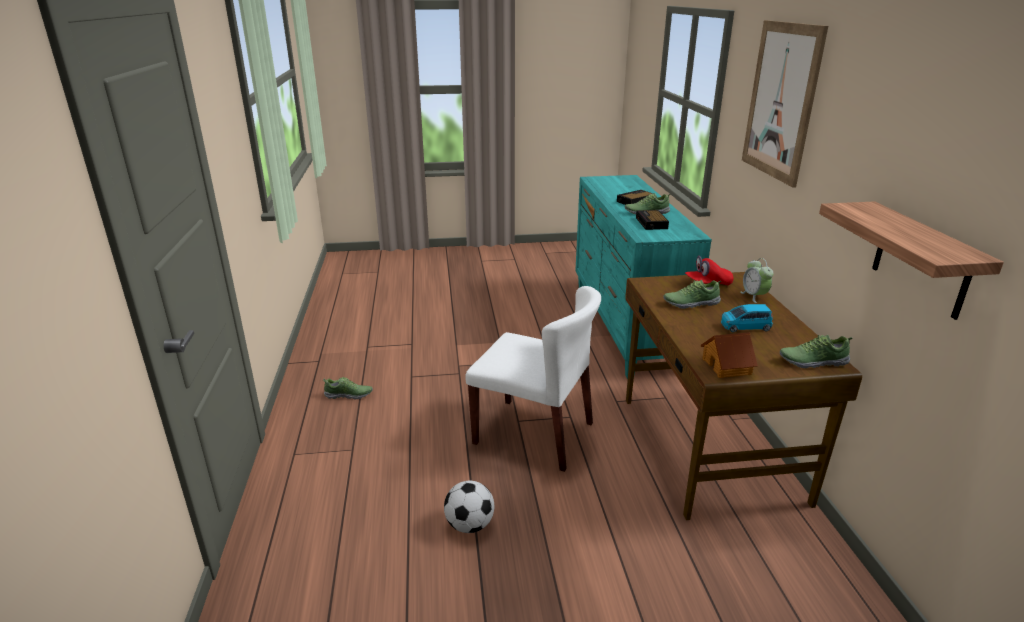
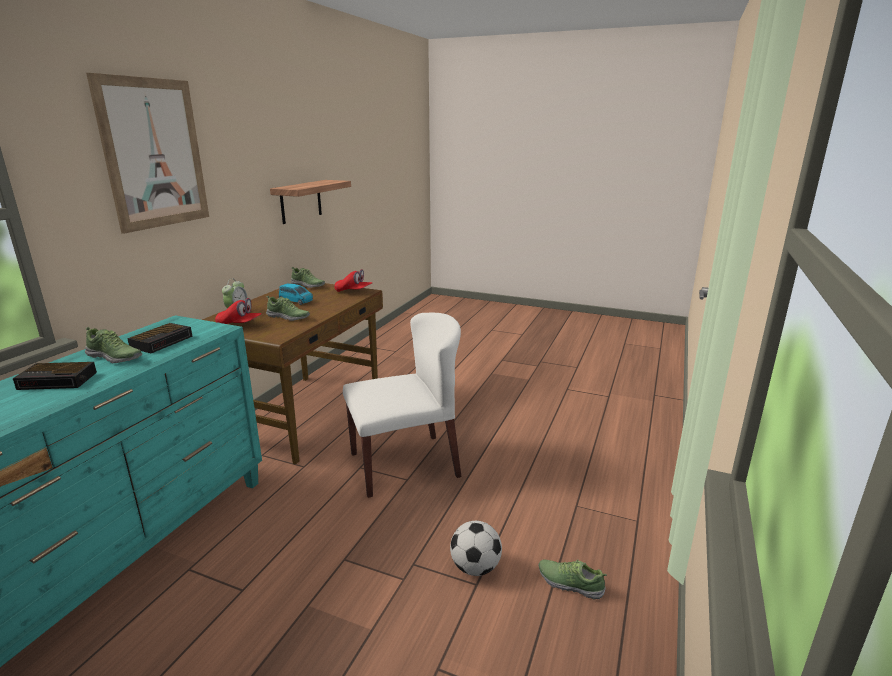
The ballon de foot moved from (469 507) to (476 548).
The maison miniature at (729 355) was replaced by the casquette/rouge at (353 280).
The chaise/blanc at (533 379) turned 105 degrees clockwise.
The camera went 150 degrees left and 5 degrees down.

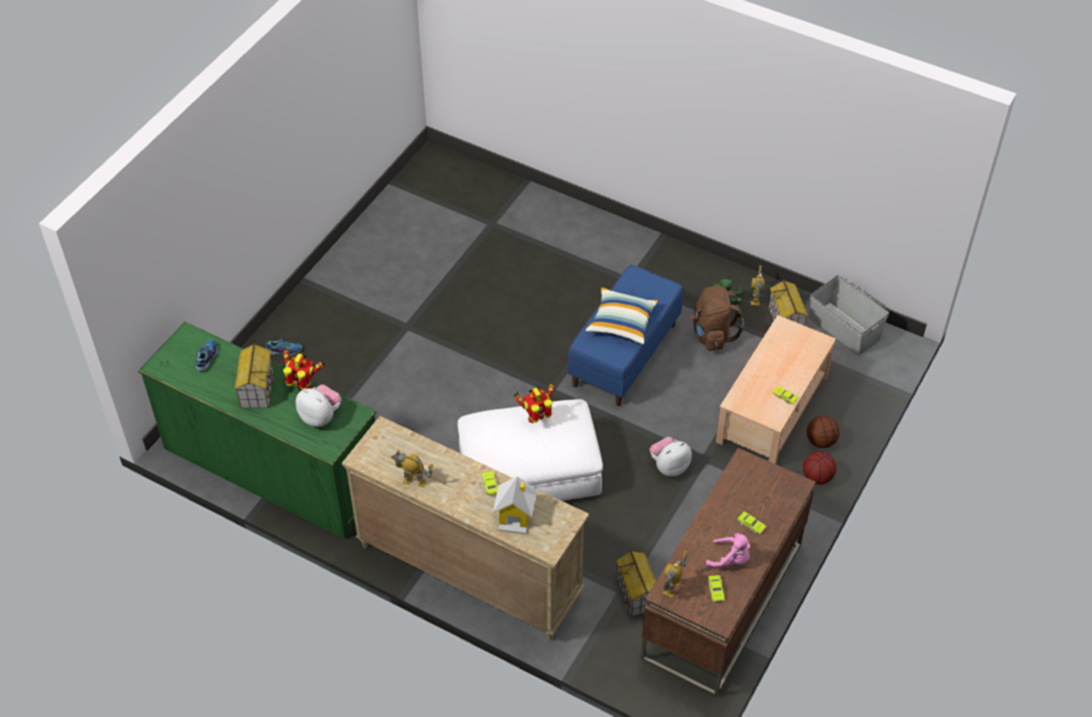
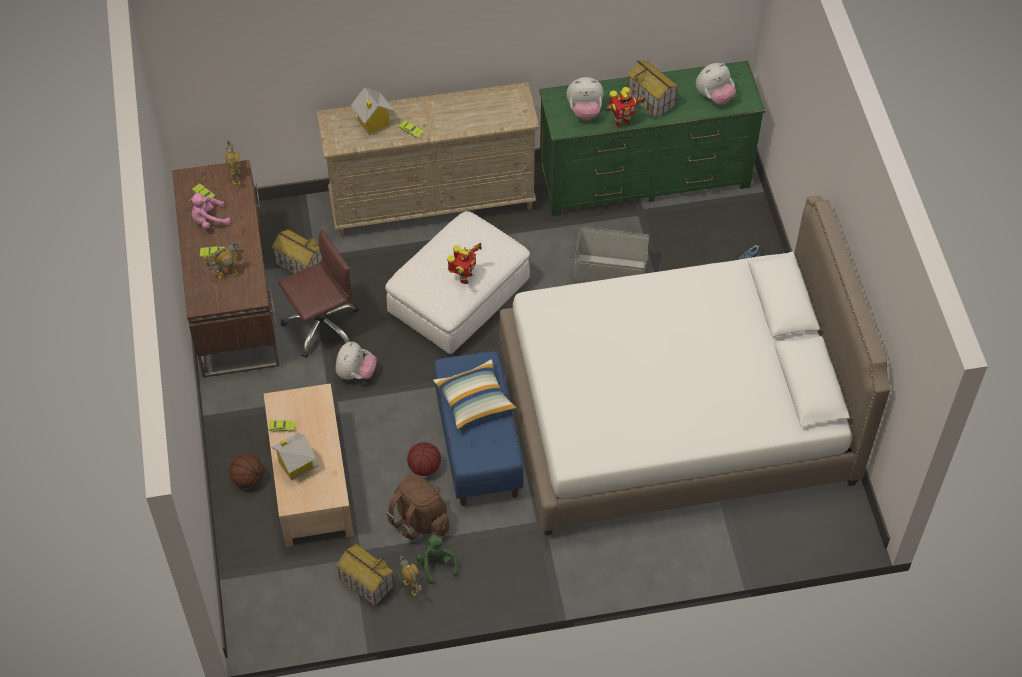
The maison miniature at (294 457) appeared.
The chaise de bureau/marron at (318 294) appeared.
The lit/blanc at (694 365) appeared.
The robot jouet moved from (412 468) to (224 260).
The ballon de basket moved from (819 468) to (424 459).
The boîte de rangement/gris moved from (849 315) to (612 254).
The chaussure at (207 355) was replaced by the peluche at (716 84).
The camera went 140 degrees right and 5 degrees up.

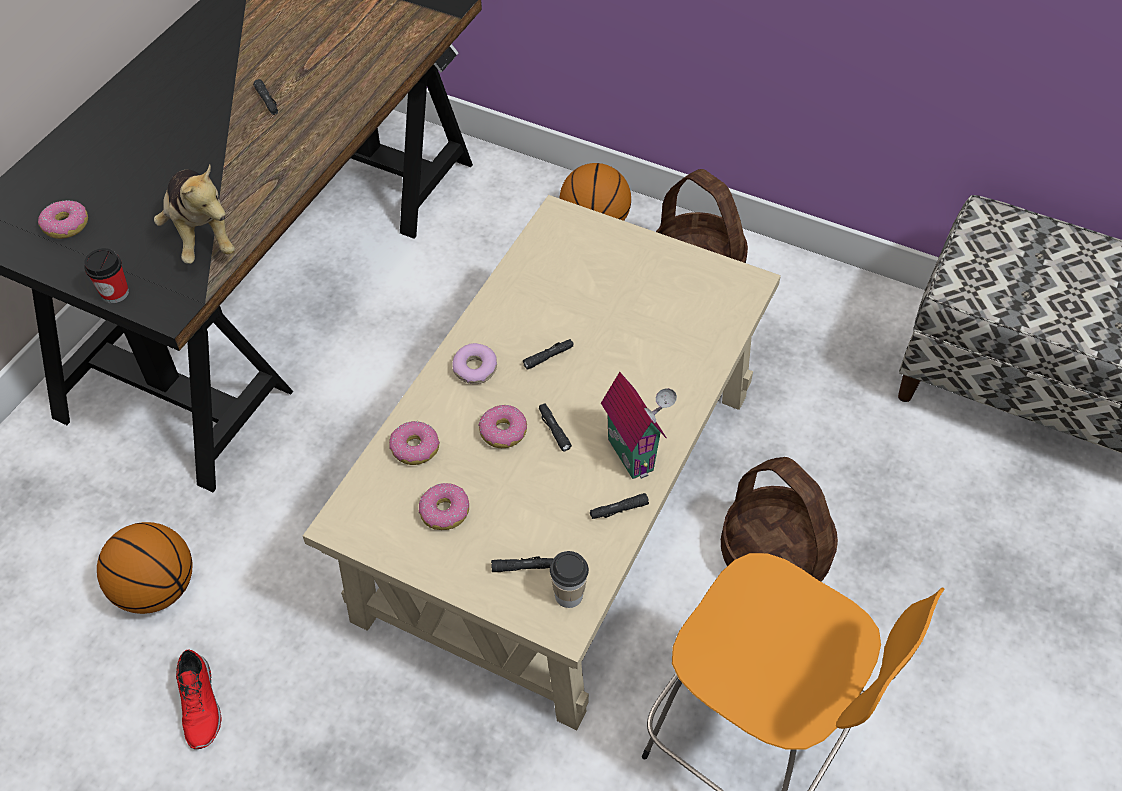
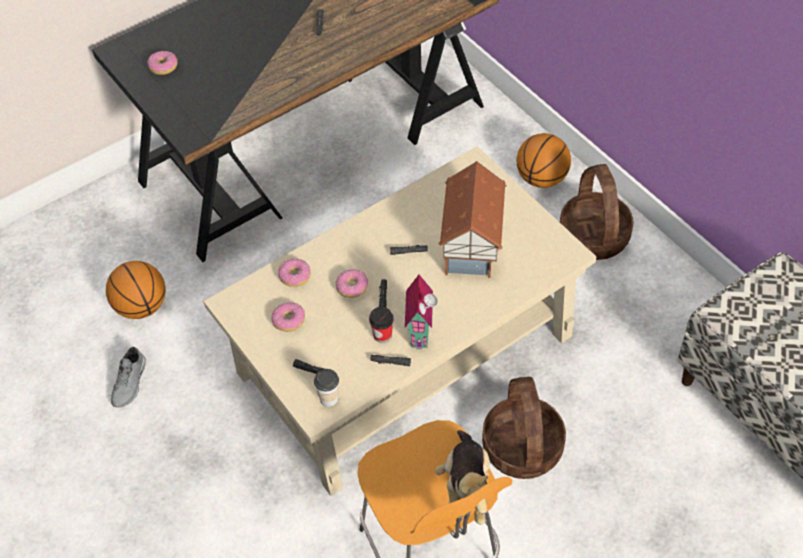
The beignet at (474 363) disappeared.
The maison miniature at (473 219) appeared.
The tasse moved from (106 276) to (381 325).
The peluche moved from (194 214) to (462 477).
The chaussure/rouge at (198 699) became the chaussure/gris at (128 377).
The camera went 30 degrees right and 0 degrees up.

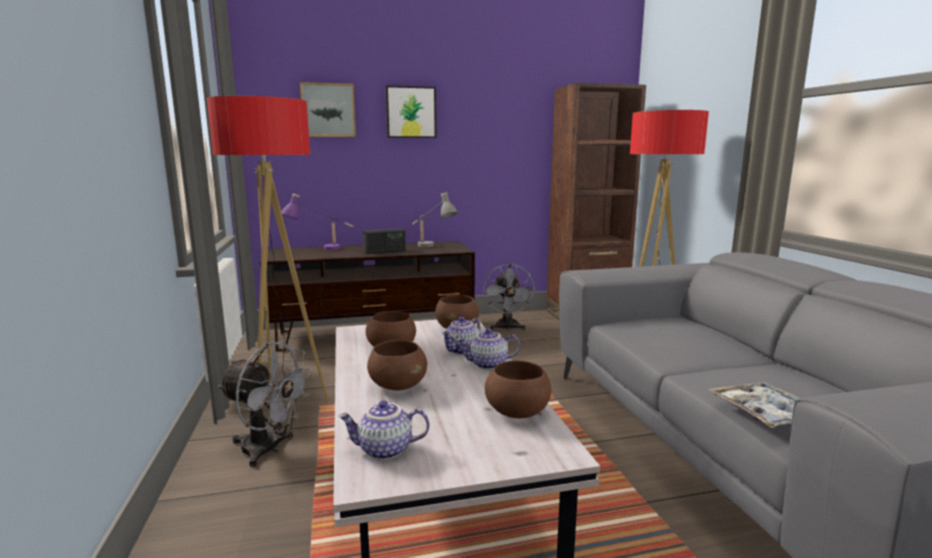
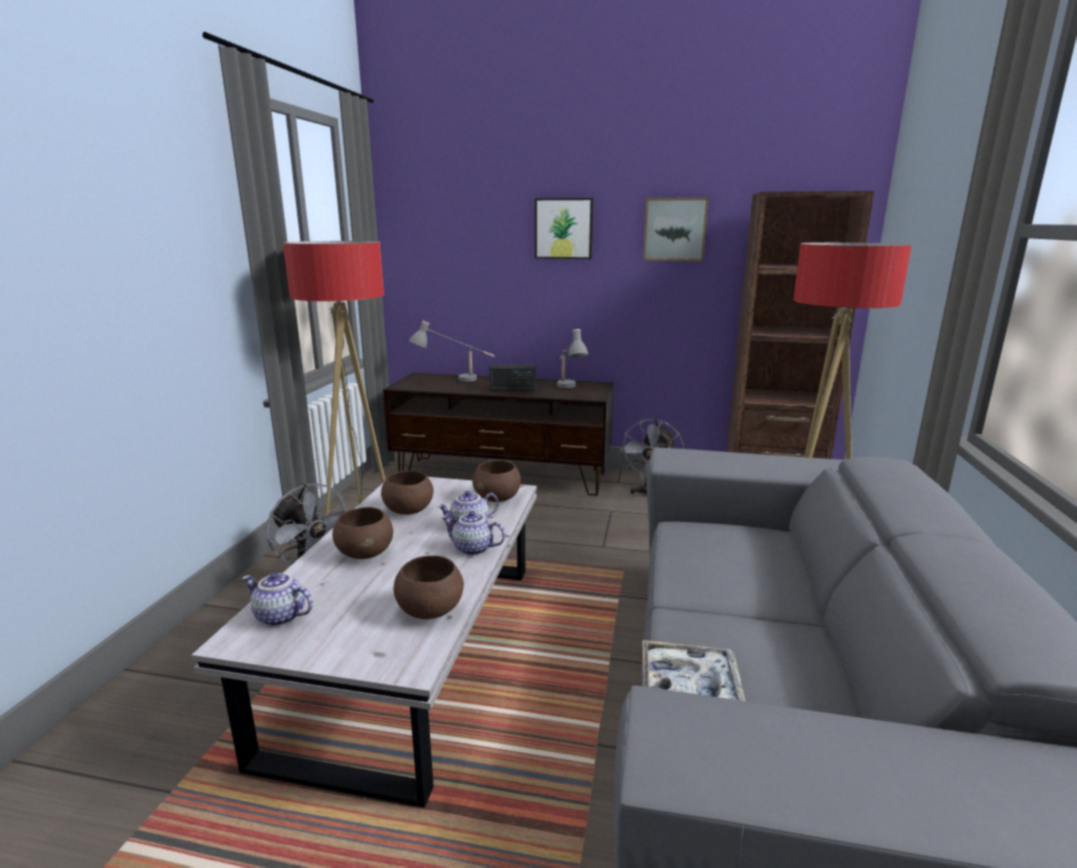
The tableau moved from (328 109) to (676 229).
The lampe de table/violet at (317 222) became the lampe de table/gris at (451 351).
The camera went 25 degrees right and 5 degrees up.

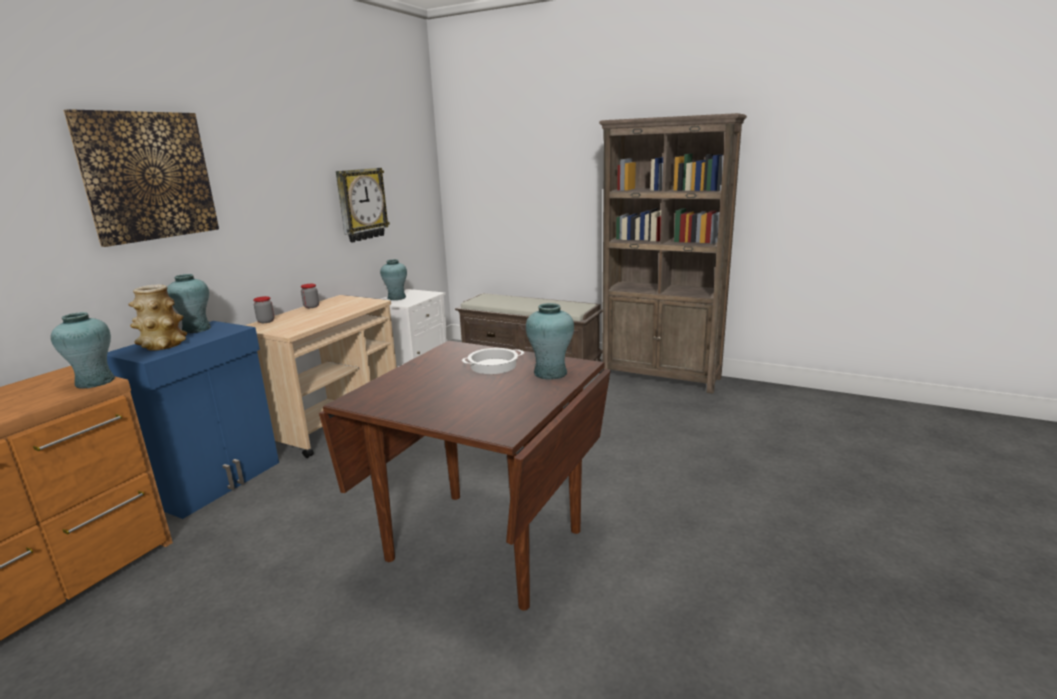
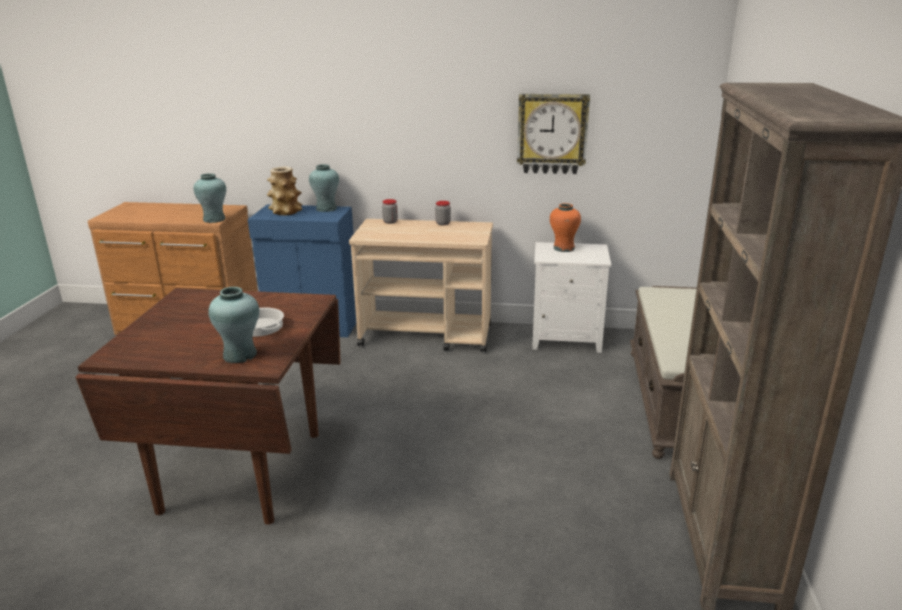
The tableau at (141 178) disappeared.
The vase/turquoise at (393 279) became the vase/orange at (565 227).
The camera went 70 degrees right and 5 degrees up.

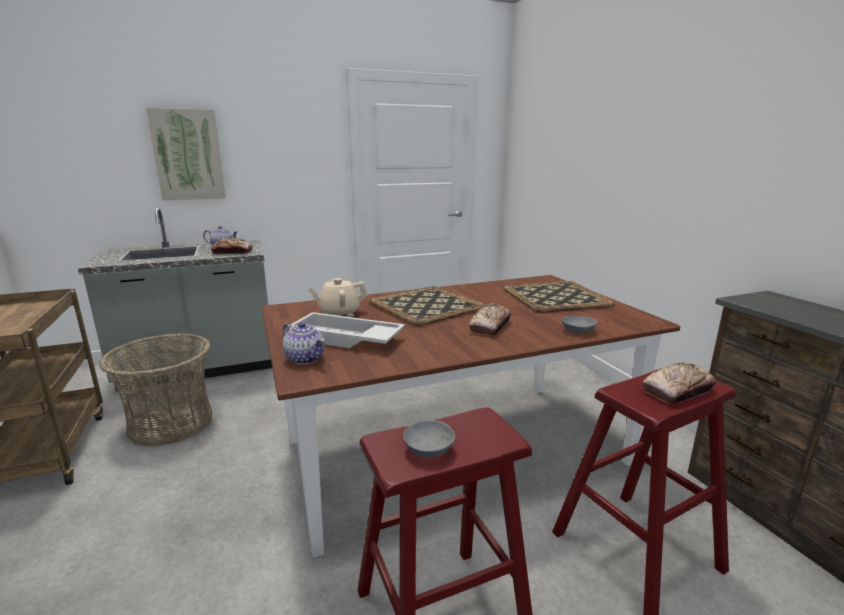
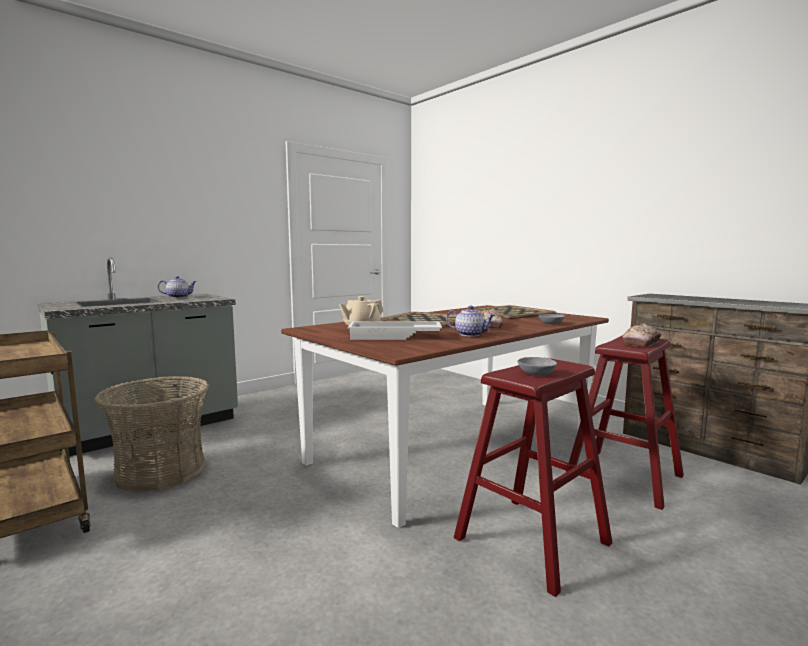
The tableau at (186 154) disappeared.
The pain at (232 246) disappeared.
The théière moved from (304 343) to (470 321).
The camera went 20 degrees left and 10 degrees down.

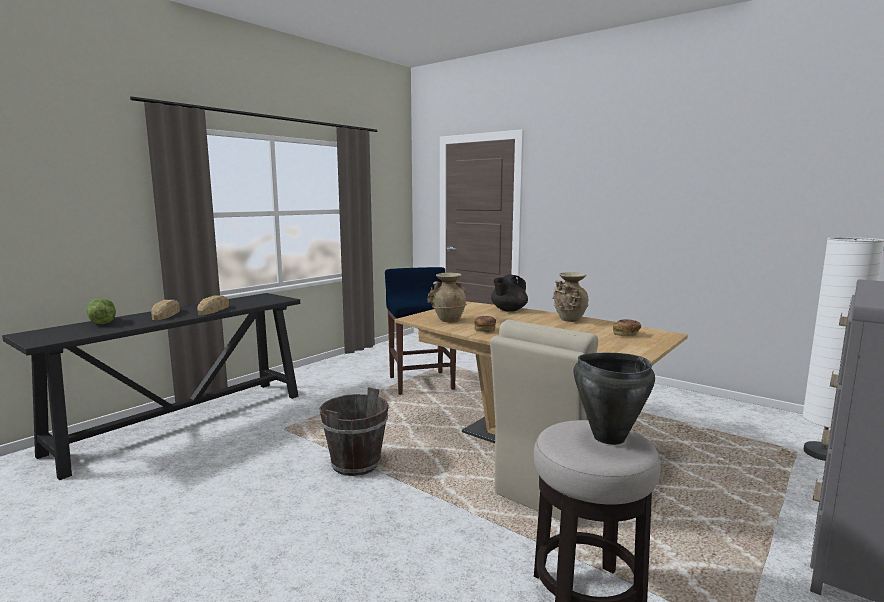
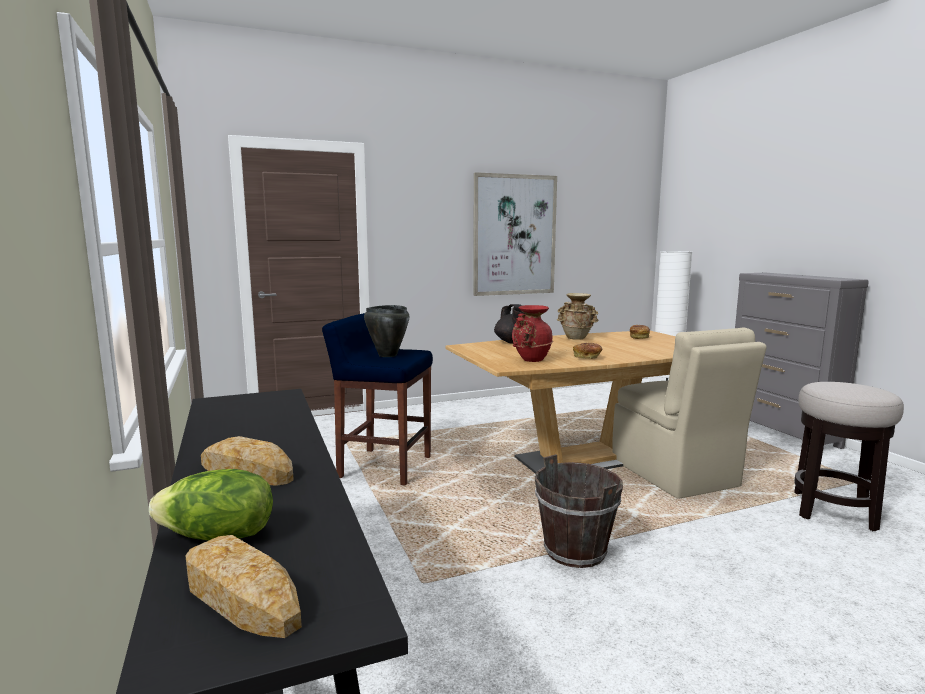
The tableau at (515 234) appeared.
The pain moved from (213 305) to (243 586).
The marmite/noir moved from (614 399) to (387 331).
The vase/beige at (447 297) became the vase/rouge at (532 333).
The camera went 60 degrees left and 0 degrees up.

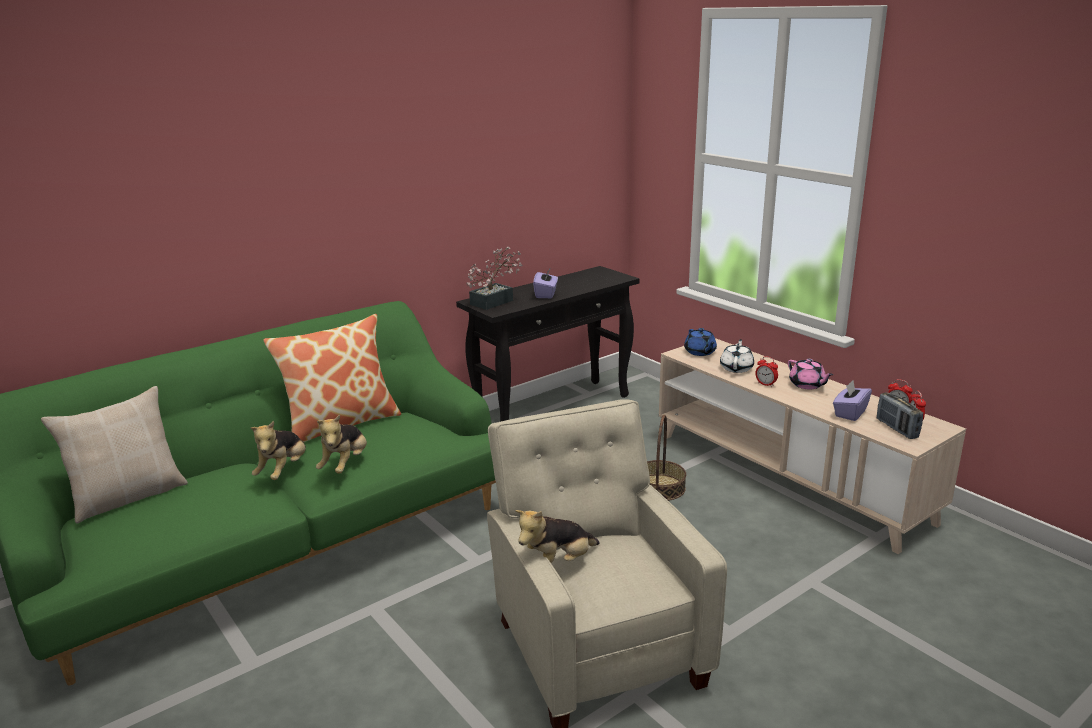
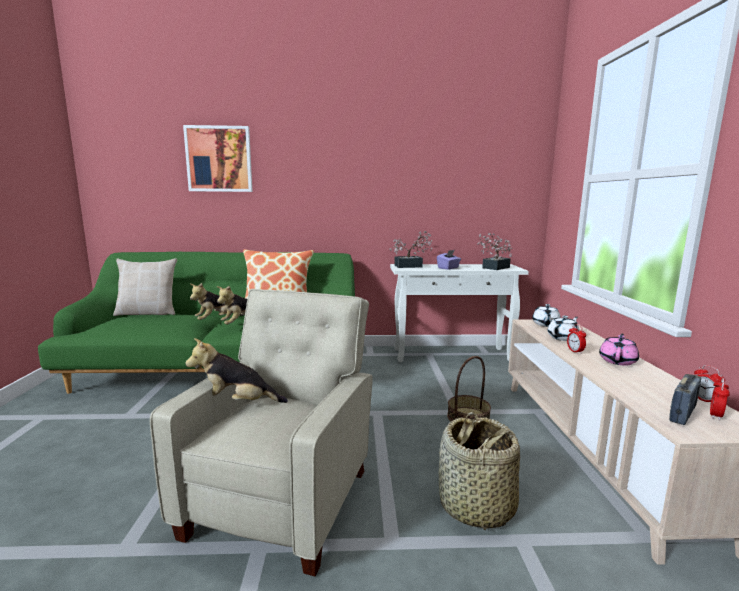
The boîte à mouchoirs/violet at (852 400) disappeared.
The tableau at (218 158) appeared.
The panier at (479 471) appeared.
The plante en pot at (494 251) appeared.
The table console/noir at (548 344) became the table console/blanc at (459 313).
The théière/bleu at (700 342) became the théière/blanc at (546 315).
The théière/rose at (810 374) turned 150 degrees counterclockwise.
The radio at (900 415) turned 150 degrees counterclockwise.
The camera went 35 degrees right and 10 degrees down.

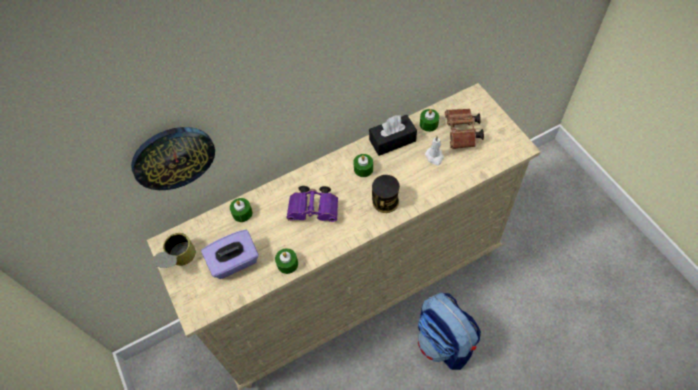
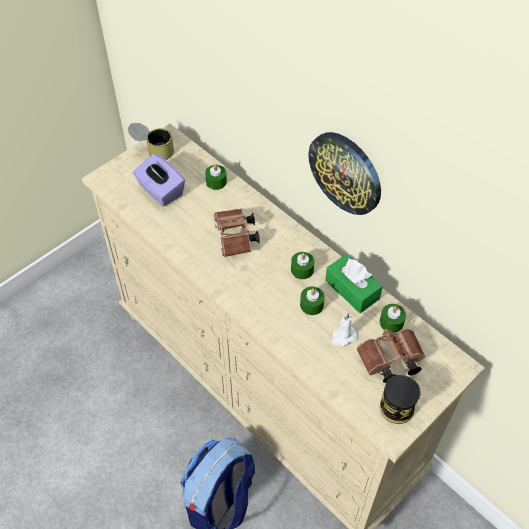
The horloge murale moved from (173 158) to (344 173).
The bougie/vert moved from (286 261) to (312 301).
The boîte métallique moved from (386 194) to (400 399).
The jumelles/violet at (312 204) became the jumelles/marron at (237 233).
The boîte à mouchoirs/noir at (393 135) became the boîte à mouchoirs/vert at (354 283).
The camera went 70 degrees right and 5 degrees down.

